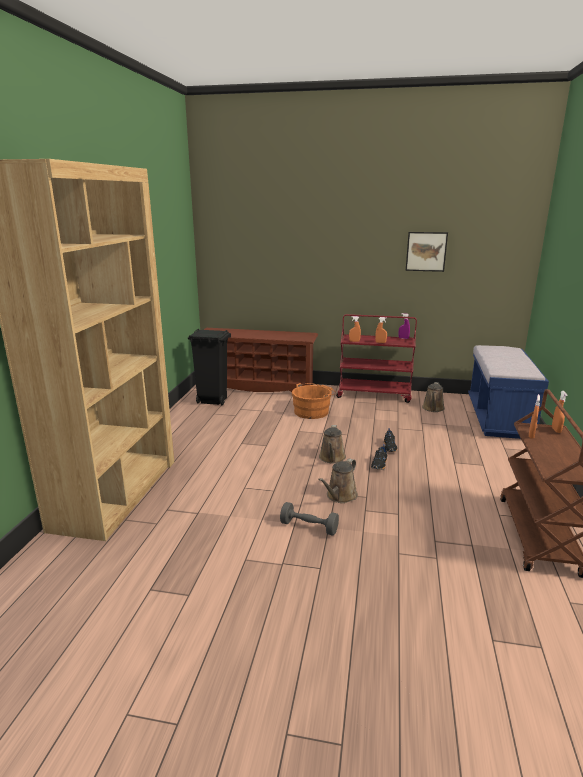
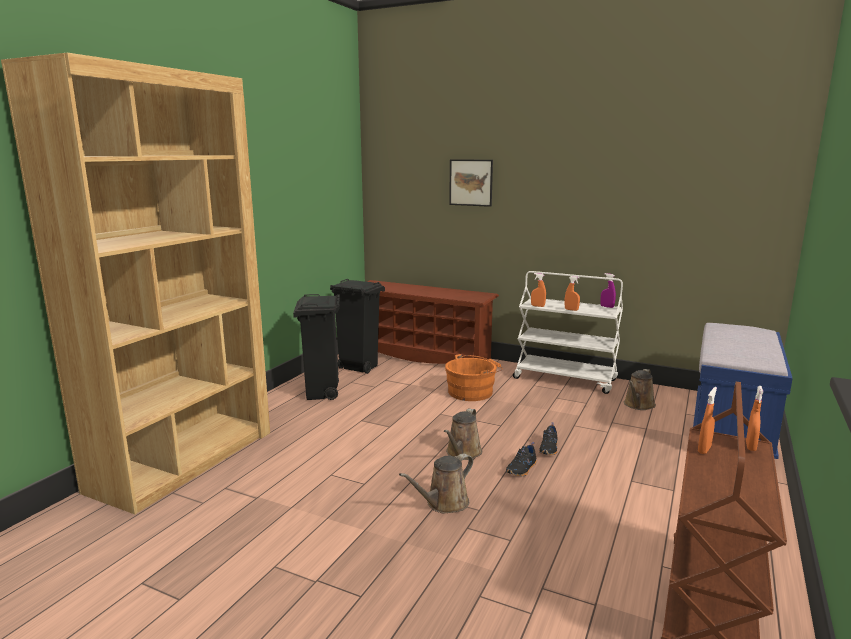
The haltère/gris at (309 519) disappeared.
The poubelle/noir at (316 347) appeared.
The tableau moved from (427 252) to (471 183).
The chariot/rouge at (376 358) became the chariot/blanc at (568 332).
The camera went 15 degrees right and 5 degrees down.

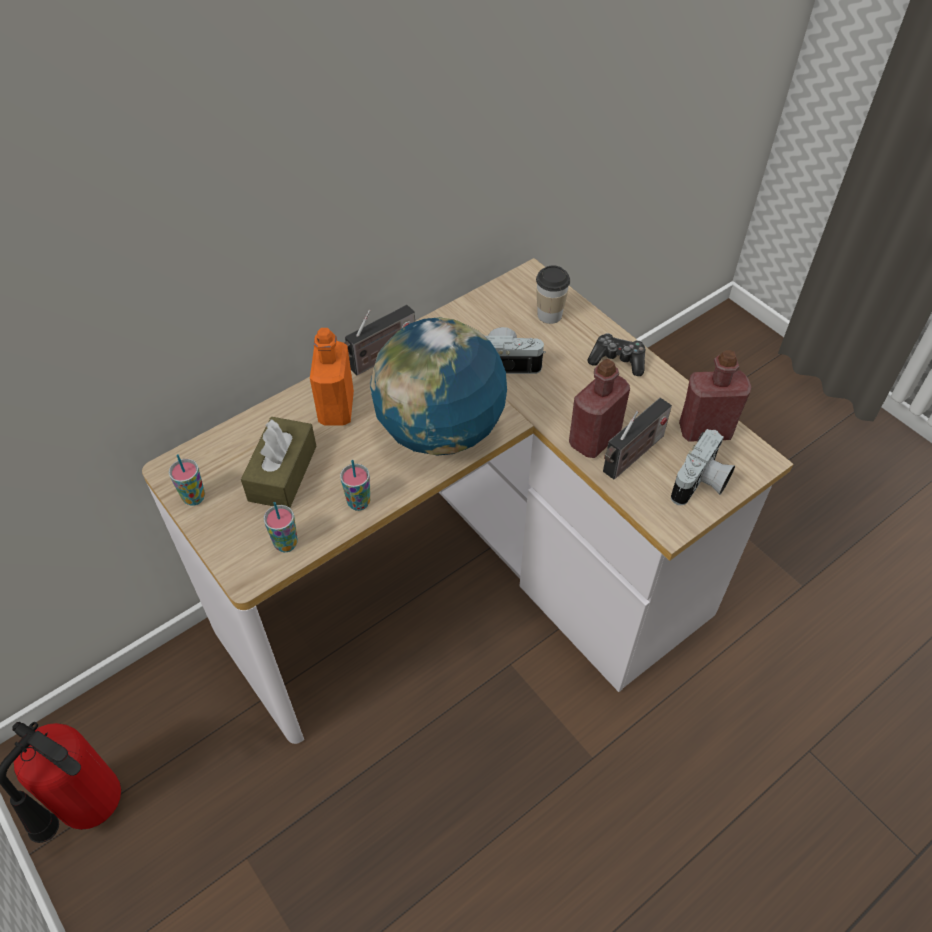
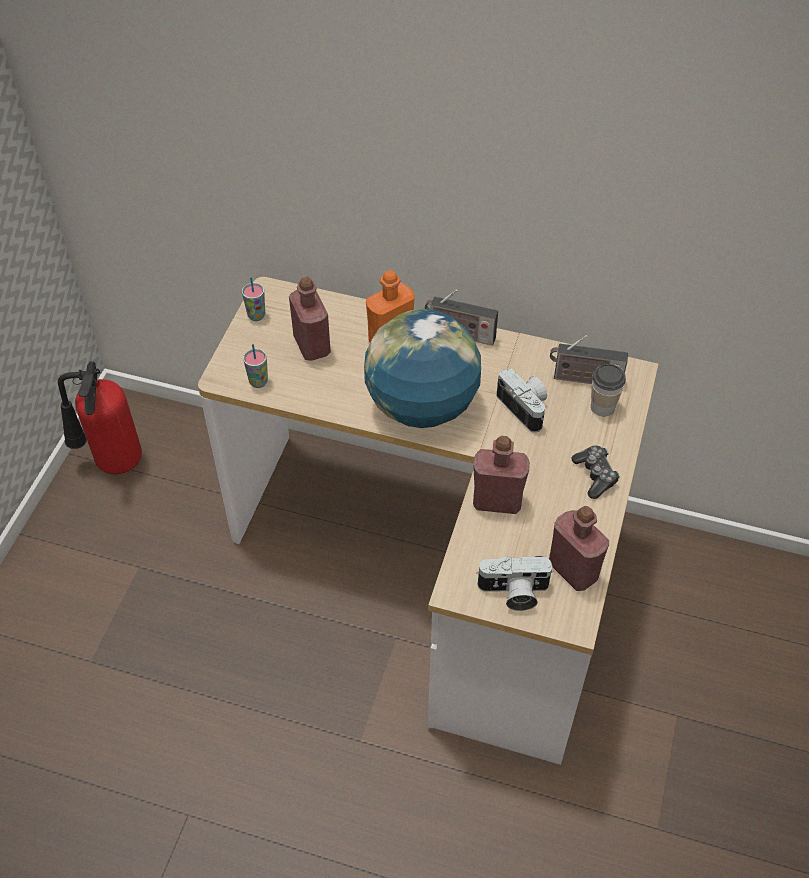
The tasse at (355 485) disappeared.
The radio moved from (637 438) to (589 359).
The boîte à mouchoirs/marron at (278 462) was replaced by the bouteille/rouge at (310 319).
The camera went 55 degrees right and 0 degrees up.

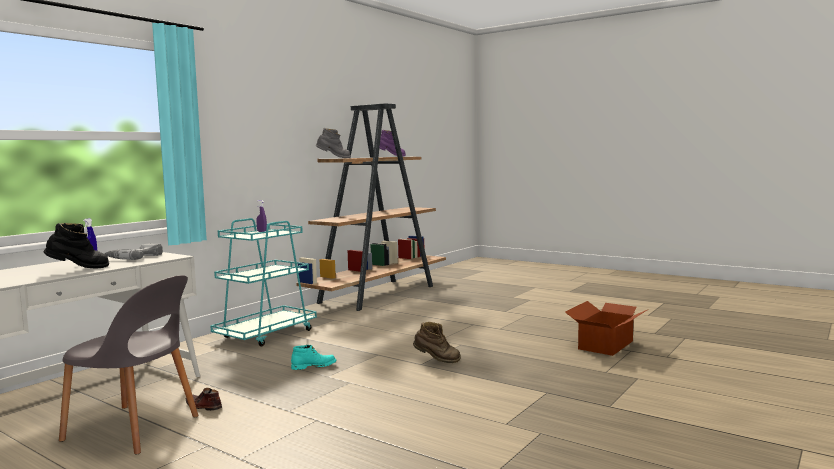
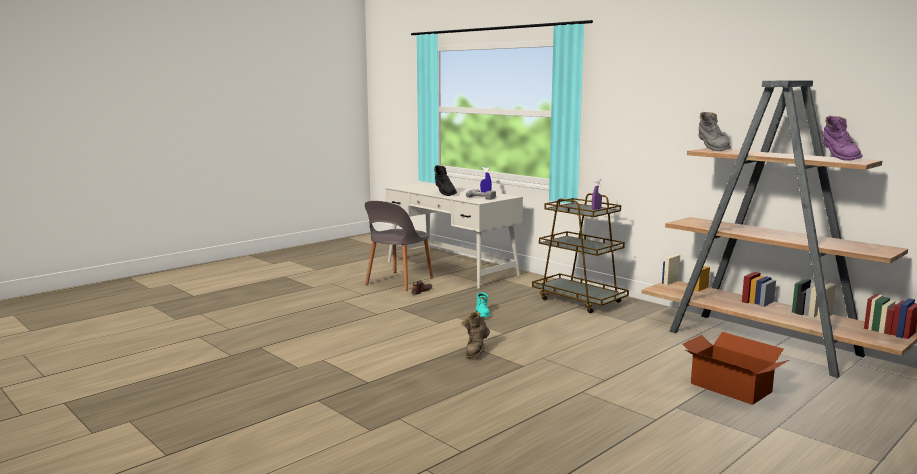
The carton moved from (606 328) to (736 368).
The chariot/turquoise at (263 282) became the chariot/marron at (580 253).
The camera went 100 degrees right and 5 degrees up.

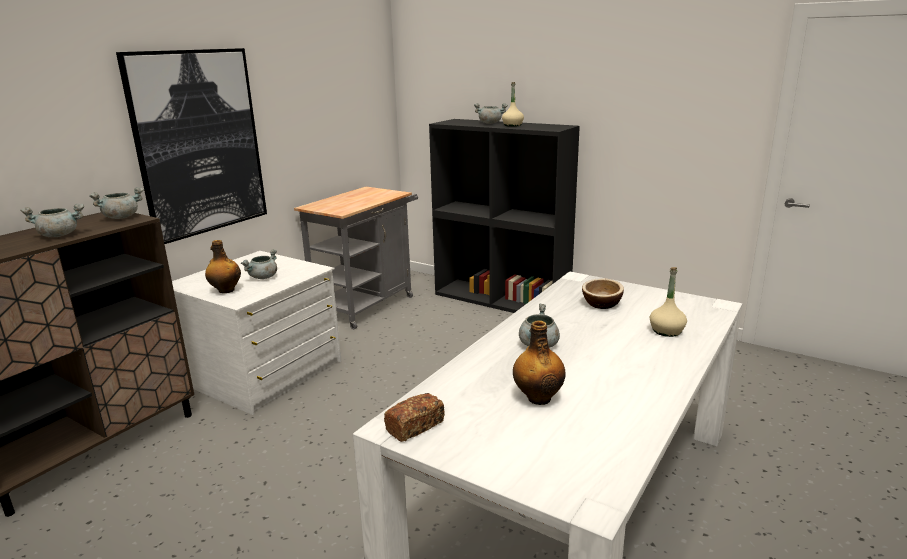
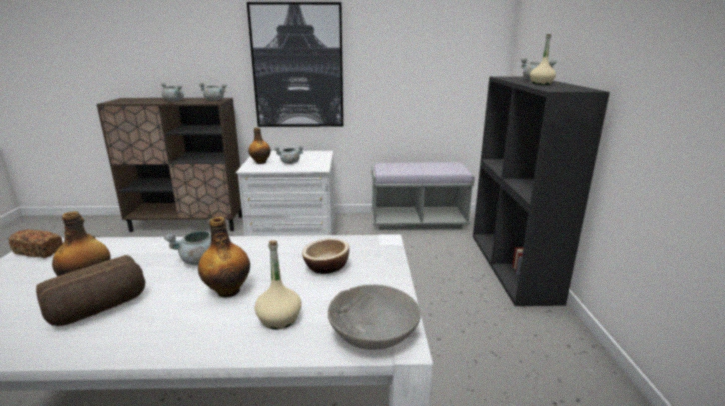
The pain at (90 290) appeared.
The bouteille at (224 257) appeared.
The bol/gris at (374 317) appeared.
The chariot/gris at (356 258) was replaced by the banc/gris at (423 196).
The camera went 55 degrees right and 0 degrees up.

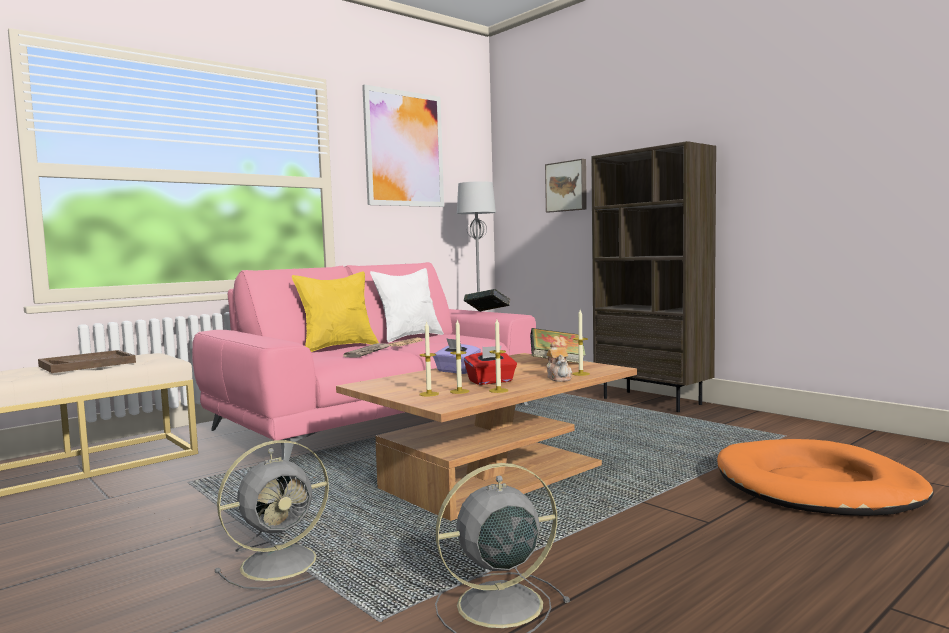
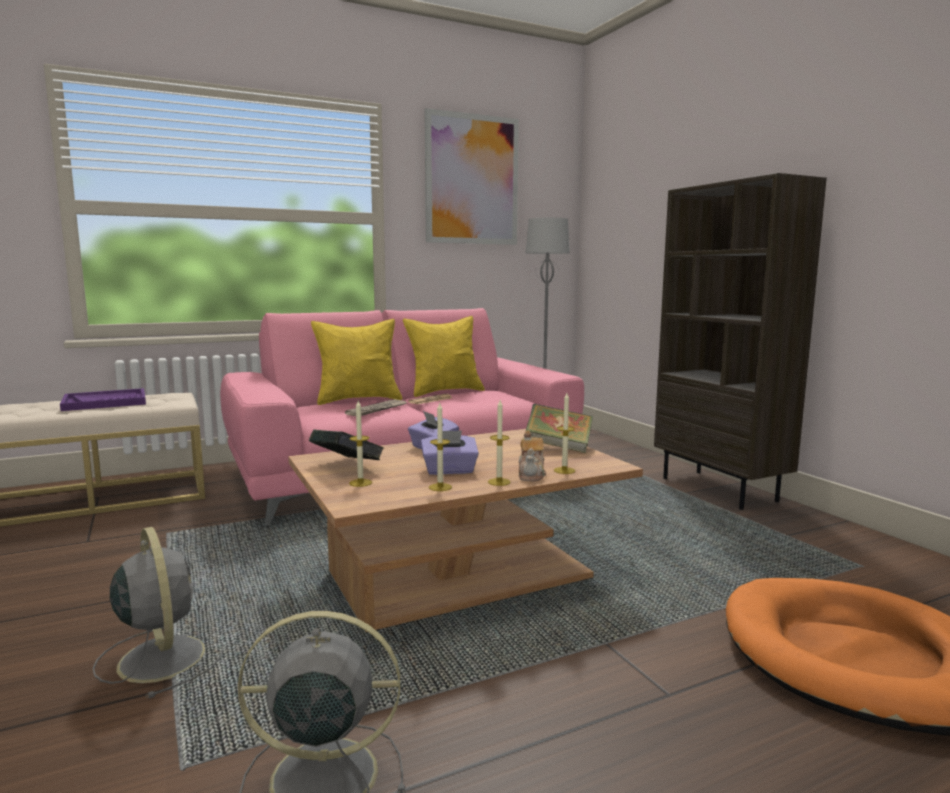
The tableau at (566 185) disappeared.
The bougie moved from (459 357) to (499 443).
The livre moved from (487 300) to (346 444).
The plateau/marron at (87 361) became the plateau/violet at (103 399).
The coussin/blanc at (407 305) became the coussin/jaune at (444 356).
The boîte à mouchoirs/rouge at (490 365) became the boîte à mouchoirs/violet at (450 452).
The ventilateur/gris at (275 515) turned 105 degrees counterclockwise.
The camera went 15 degrees right and 5 degrees up.

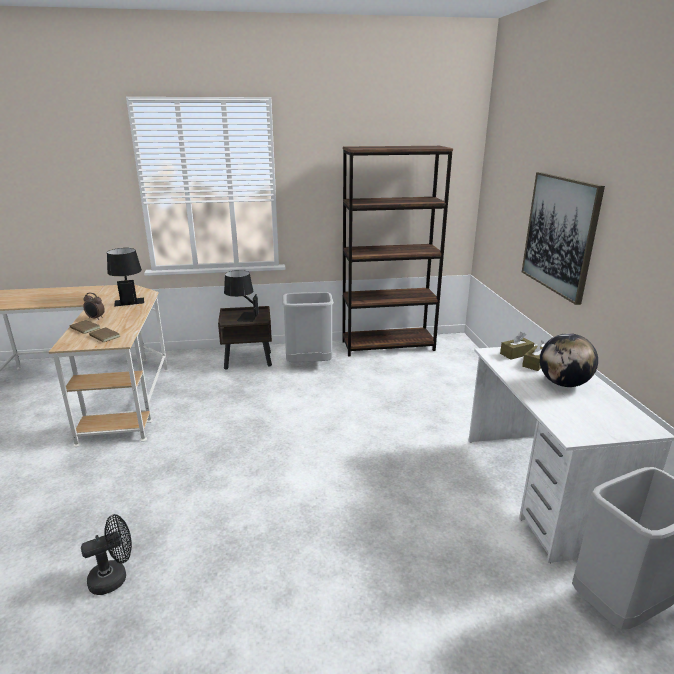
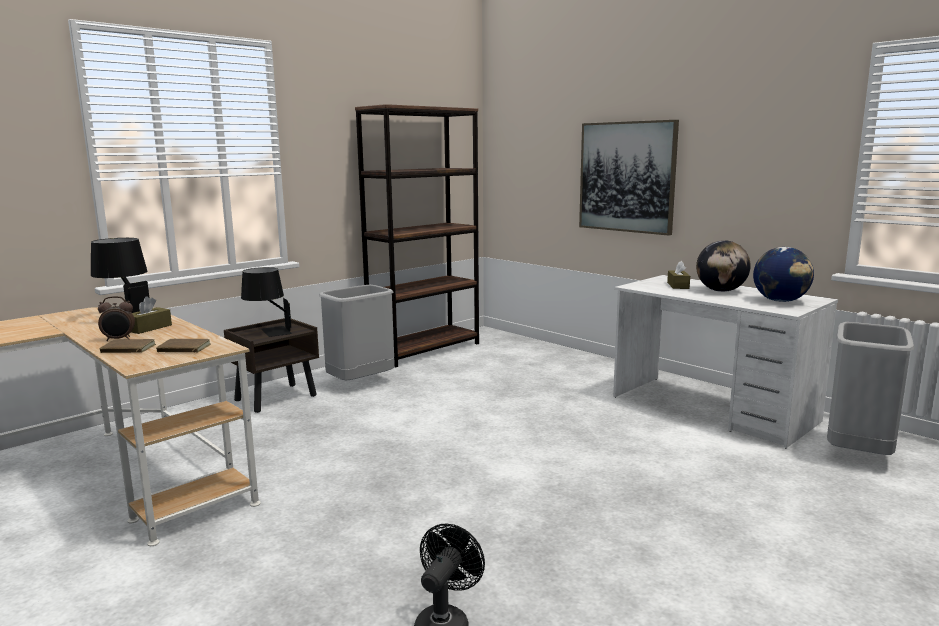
The globe at (783 274) appeared.
The boîte à mouchoirs/marron moved from (517 346) to (151 315).
The camera went 35 degrees left and 10 degrees down.

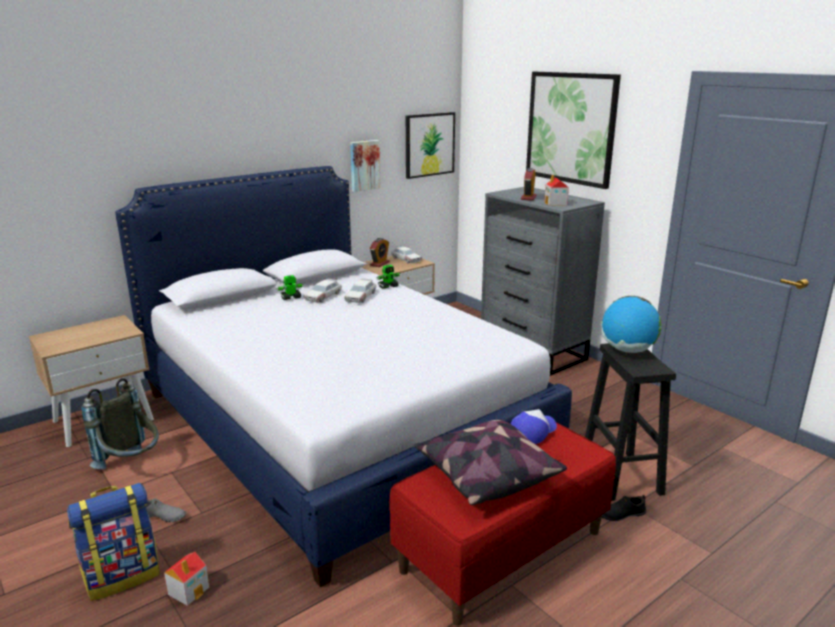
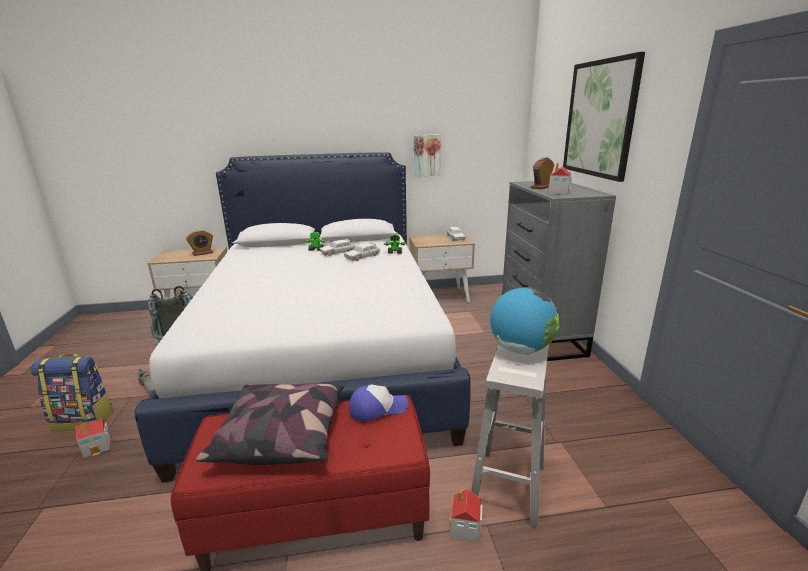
The tableau at (430 145) disappeared.
The réveil moved from (380 252) to (199 243).
The chaussure/noir at (624 508) was replaced by the maison miniature at (466 516).
The tabouret/noir at (630 422) became the tabouret/blanc at (510 436).
The camera went 30 degrees right and 0 degrees up.

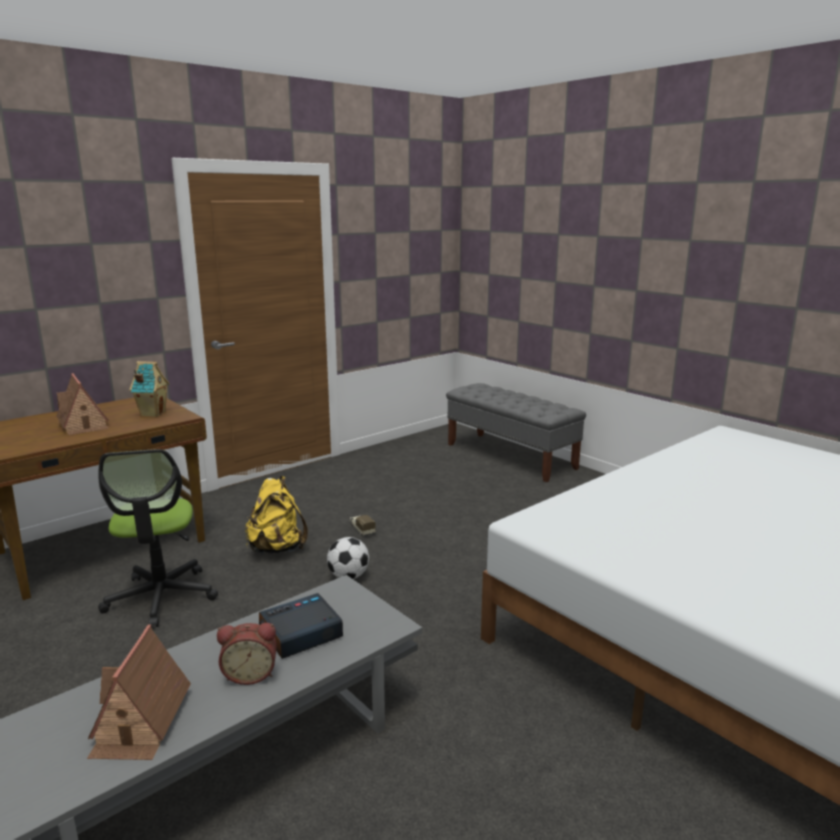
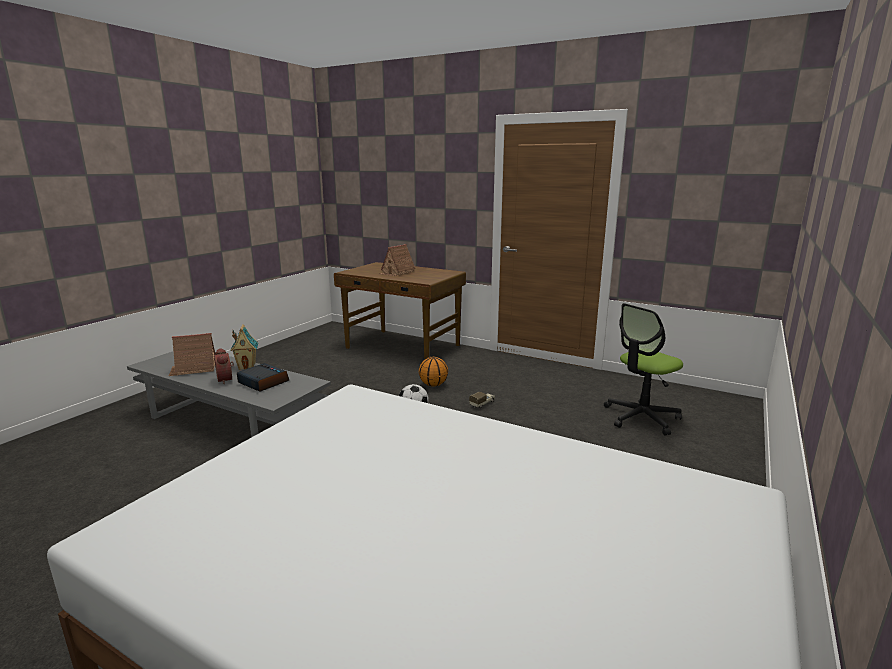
The banc/gris at (516 432) disappeared.
The chaise de bureau moved from (158 538) to (643 369).
The maison miniature moved from (149 389) to (244 347).
The sac à dos/jaune at (276 515) was replaced by the ballon de basket at (433 372).
The camera went 70 degrees right and 0 degrees up.

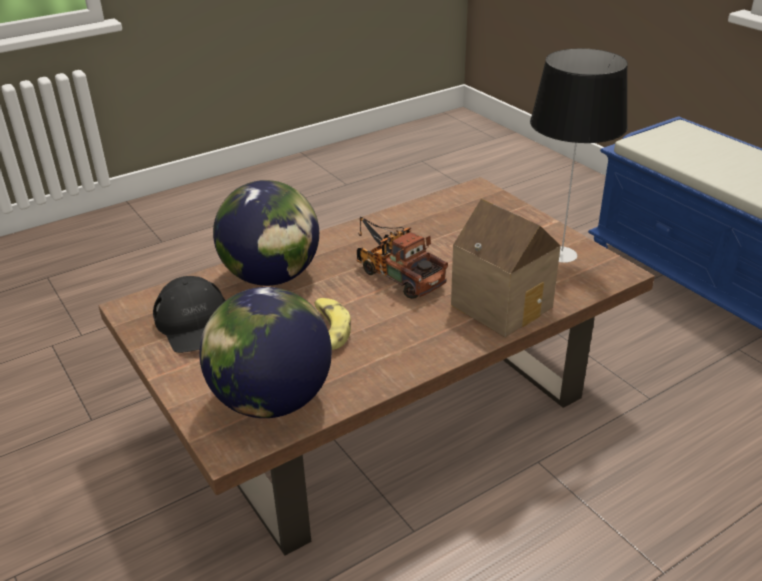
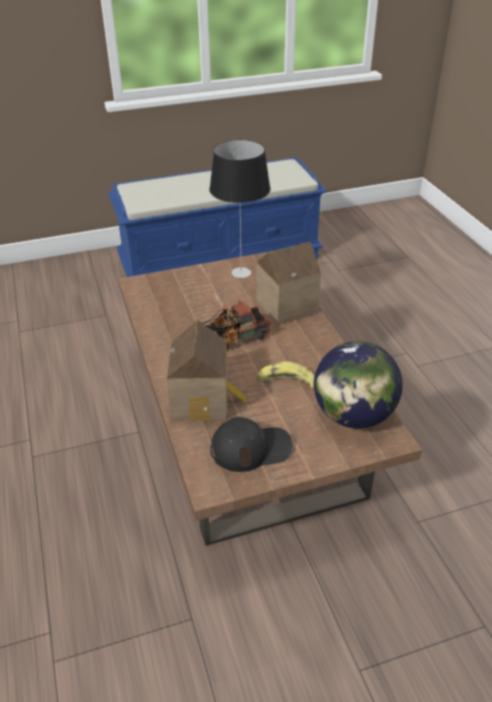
The globe at (266 233) was replaced by the maison miniature at (206 370).
The camera went 75 degrees left and 5 degrees up.

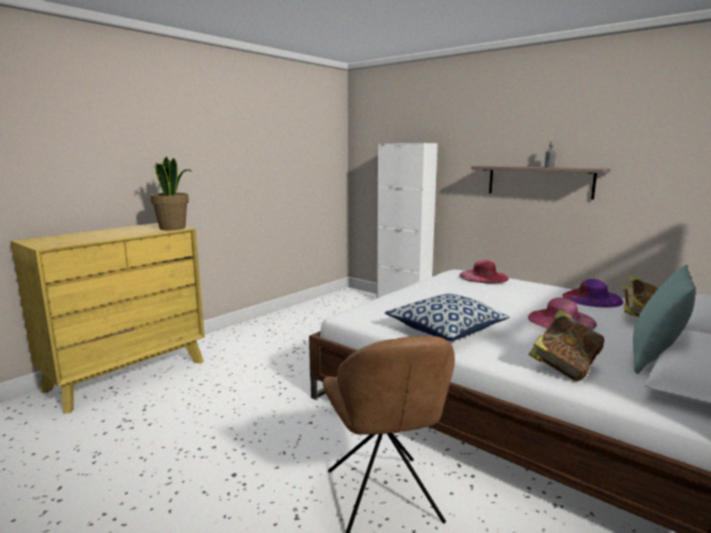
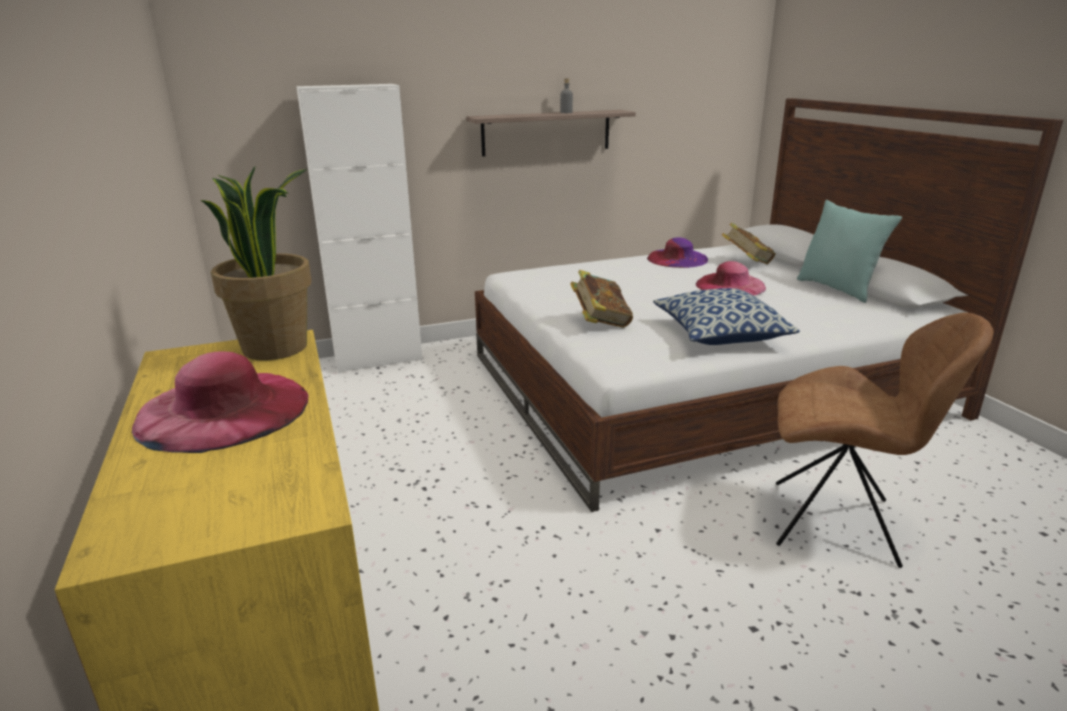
The chapeau/rose moved from (484 272) to (220 402).
The livre moved from (566 345) to (601 299).
The camera went 60 degrees left and 10 degrees up.

